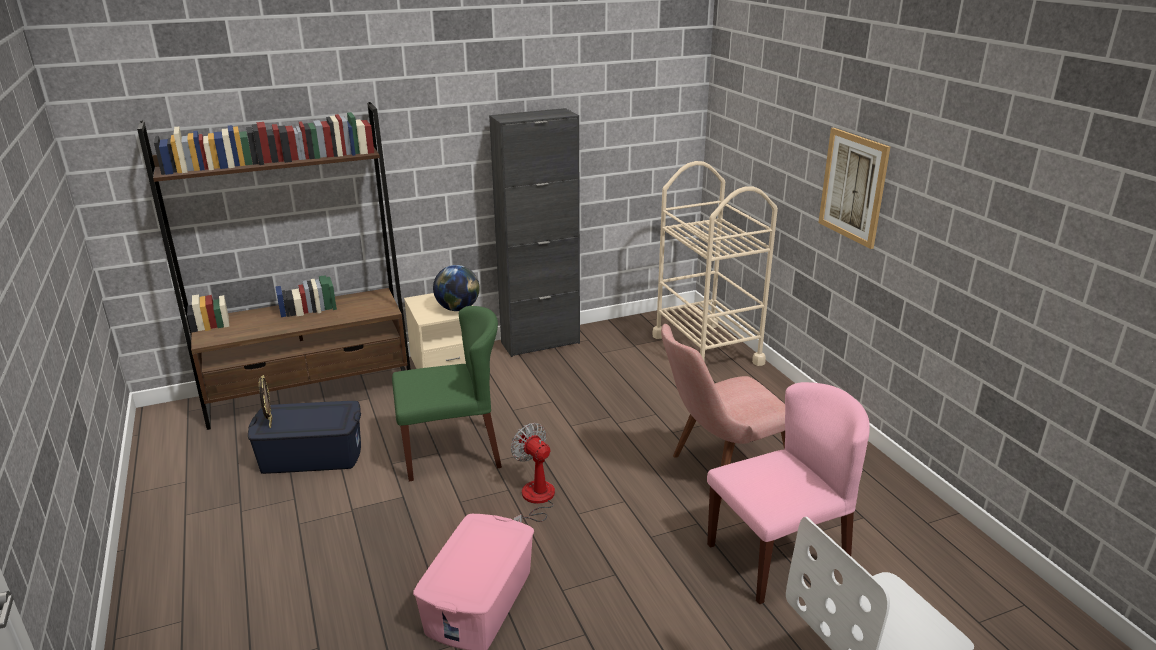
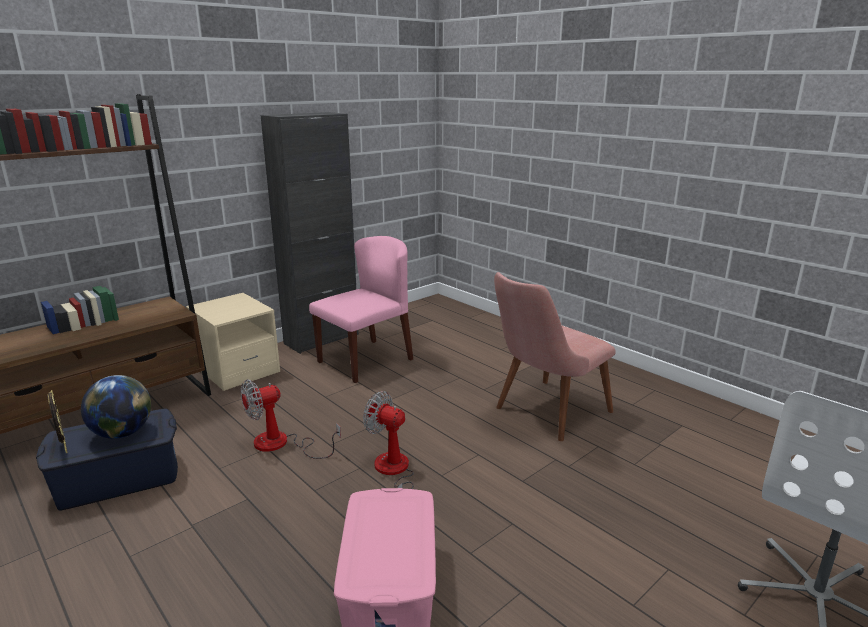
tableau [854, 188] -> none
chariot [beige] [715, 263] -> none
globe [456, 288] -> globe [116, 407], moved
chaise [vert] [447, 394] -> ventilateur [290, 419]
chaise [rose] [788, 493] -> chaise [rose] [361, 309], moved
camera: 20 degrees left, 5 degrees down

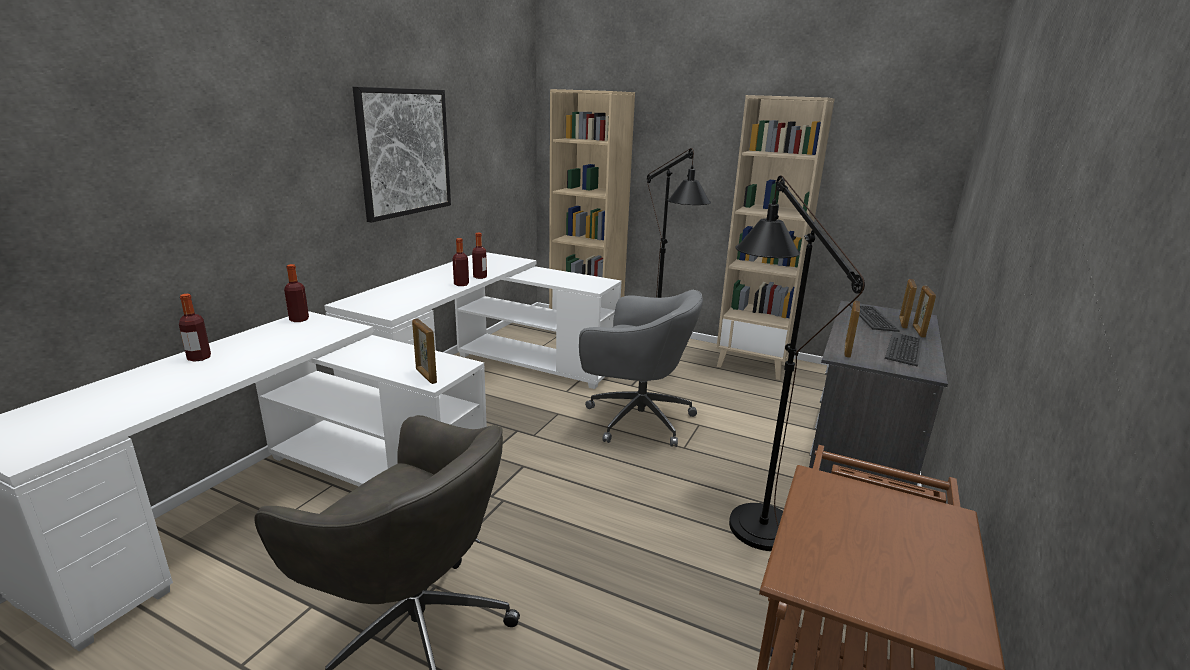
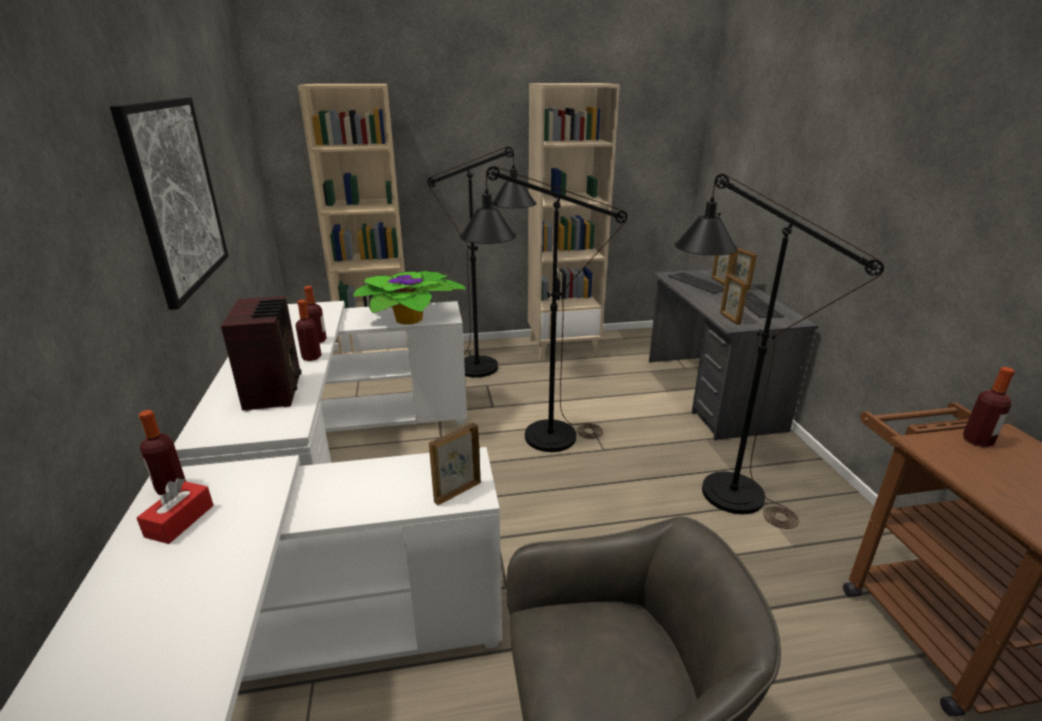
chaise de bureau [gris] [641, 368] -> lampadaire [noir] [543, 309]
bouteille [195, 328] -> bouteille [989, 407], moved
cadre photo [424, 351] -> cadre photo [455, 464], 120 degrees clockwise
none -> plante en pot [409, 298]
none -> radio [261, 353]
none -> boîte à mouchoirs [rouge] [175, 511]
camera: 35 degrees left, 5 degrees up

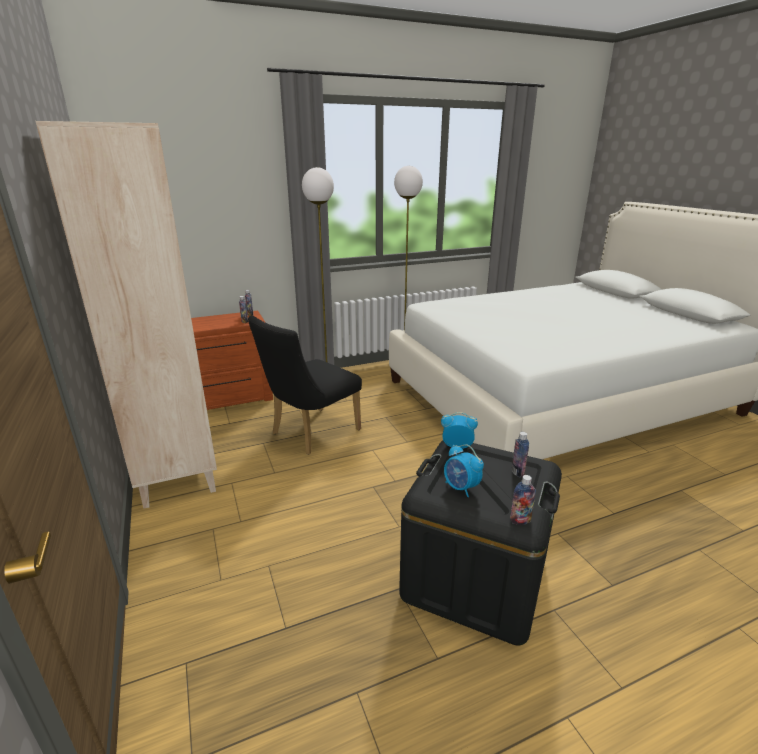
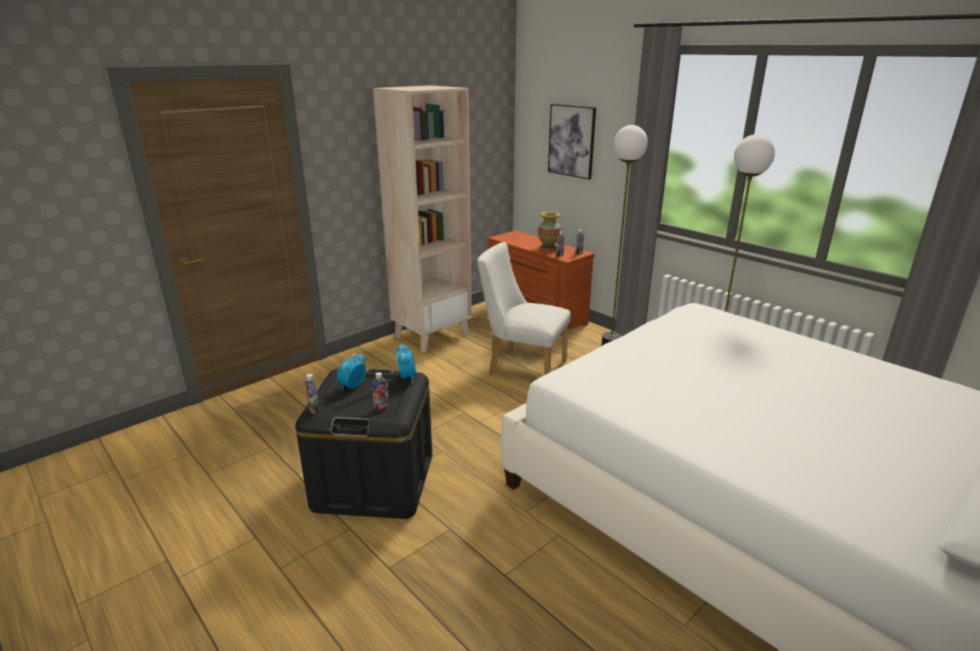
chaise [noir] [305, 385] -> chaise [blanc] [524, 308]
none -> tableau [572, 142]
none -> vase [550, 231]
camera: 70 degrees right, 0 degrees up

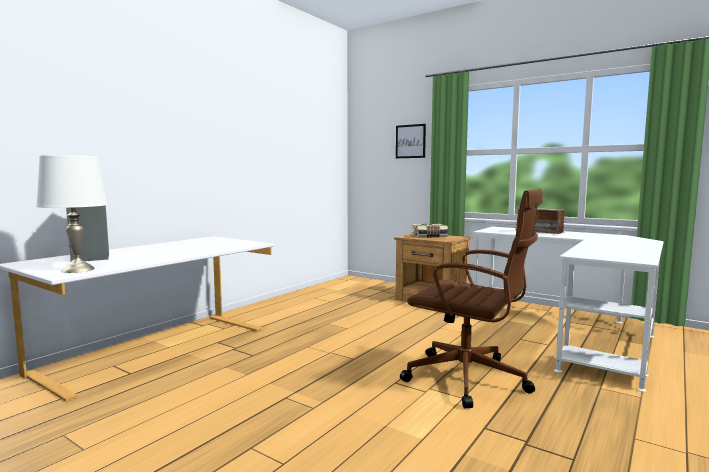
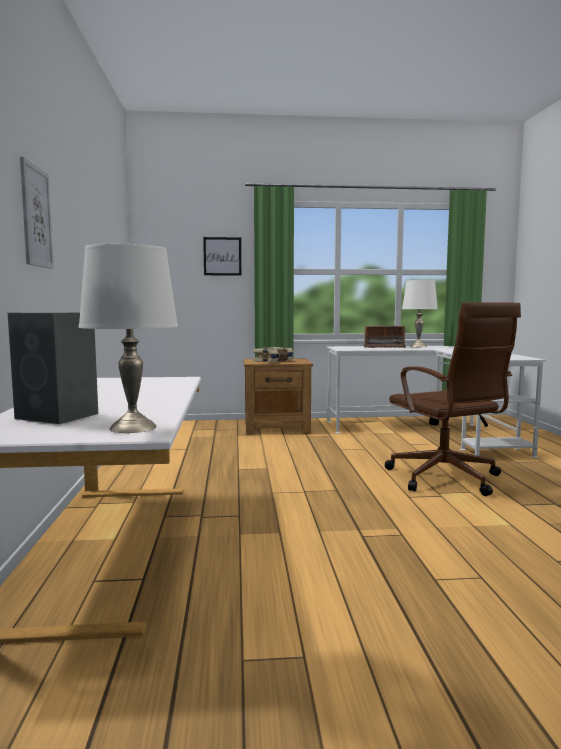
chaise de bureau [marron] [471, 298] -> chaise de bureau [marron] [453, 399], 75 degrees clockwise
none -> tableau [37, 213]
none -> lampe de table [blanc] [420, 313]
camera: 40 degrees left, 0 degrees up

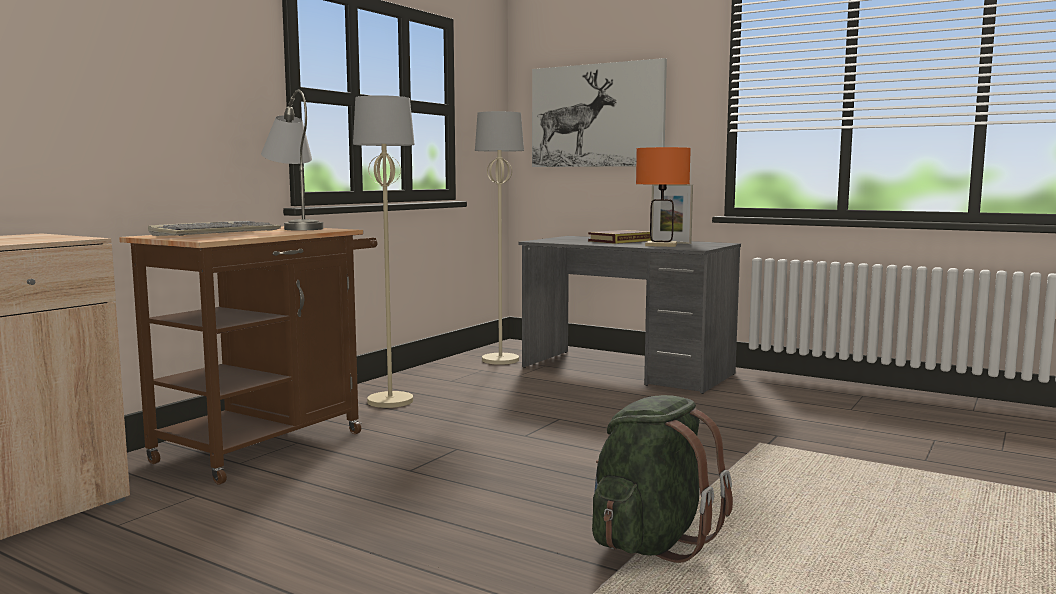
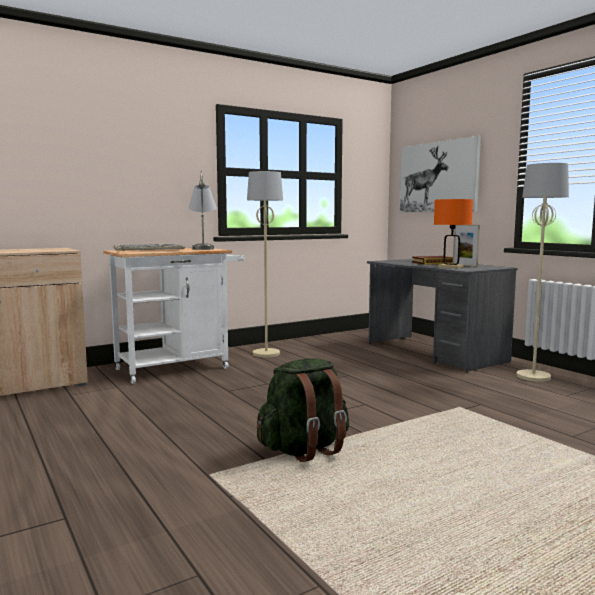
lampadaire [beige] [499, 238] -> lampadaire [beige] [543, 272], moved
chariot [marron] [248, 355] -> chariot [blanc] [174, 316]
camera: 25 degrees right, 0 degrees up

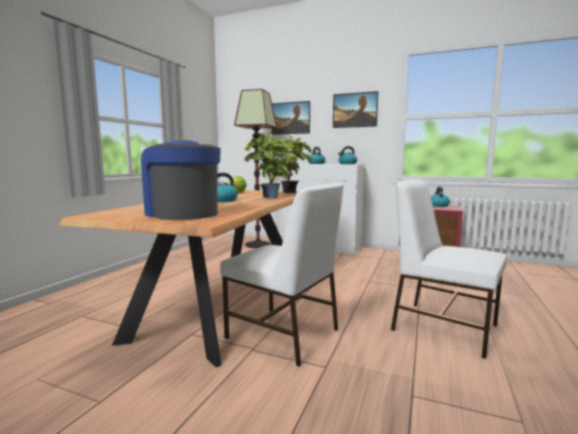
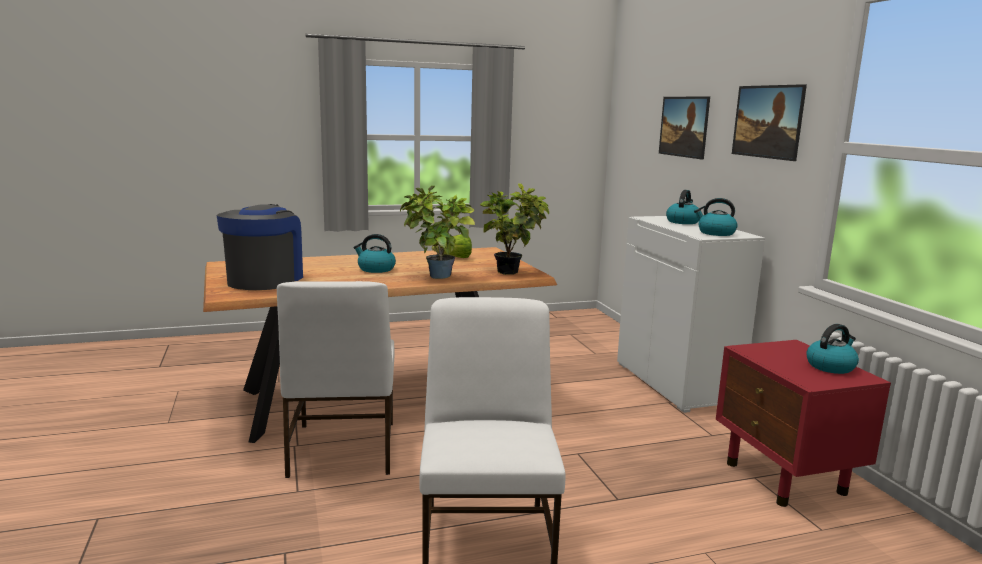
lampadaire [255, 168] -> none
camera: 50 degrees right, 5 degrees up

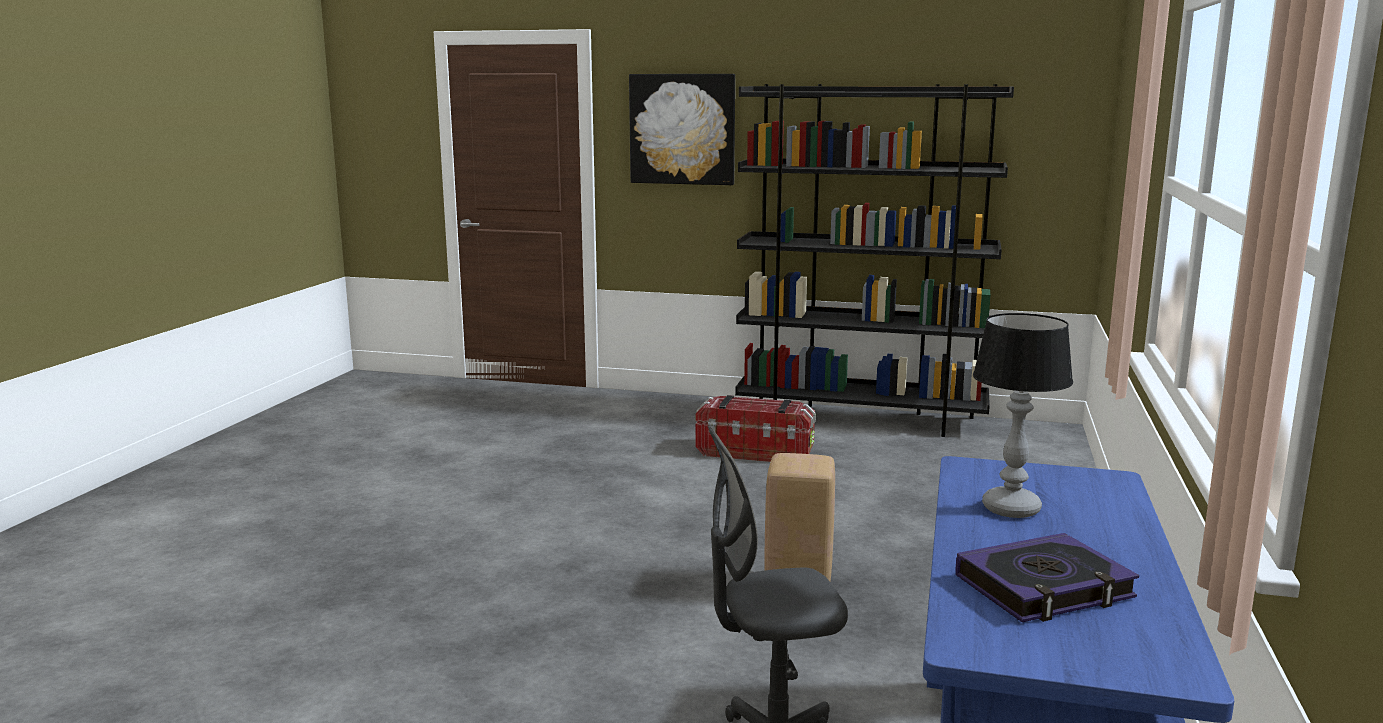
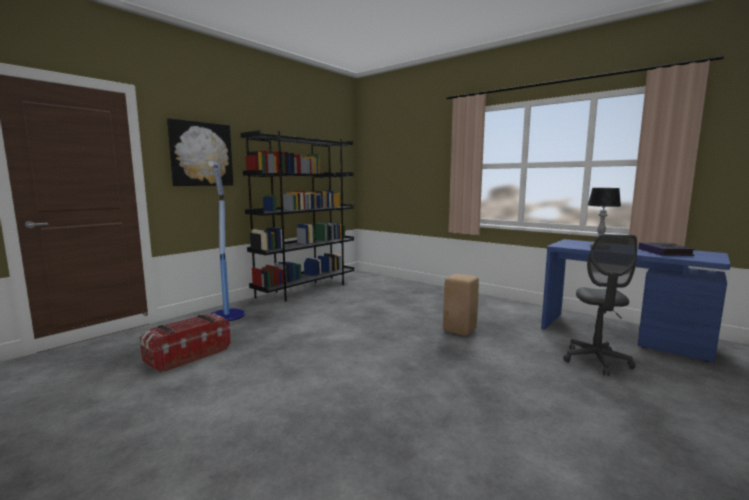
boîte de rangement [755, 428] -> boîte de rangement [185, 343], moved
none -> lampadaire [226, 240]
camera: 65 degrees left, 5 degrees down

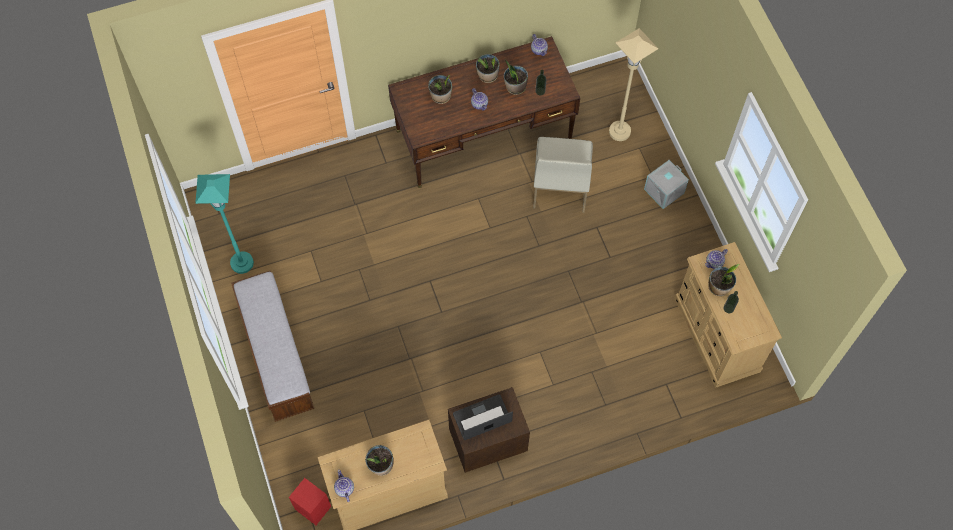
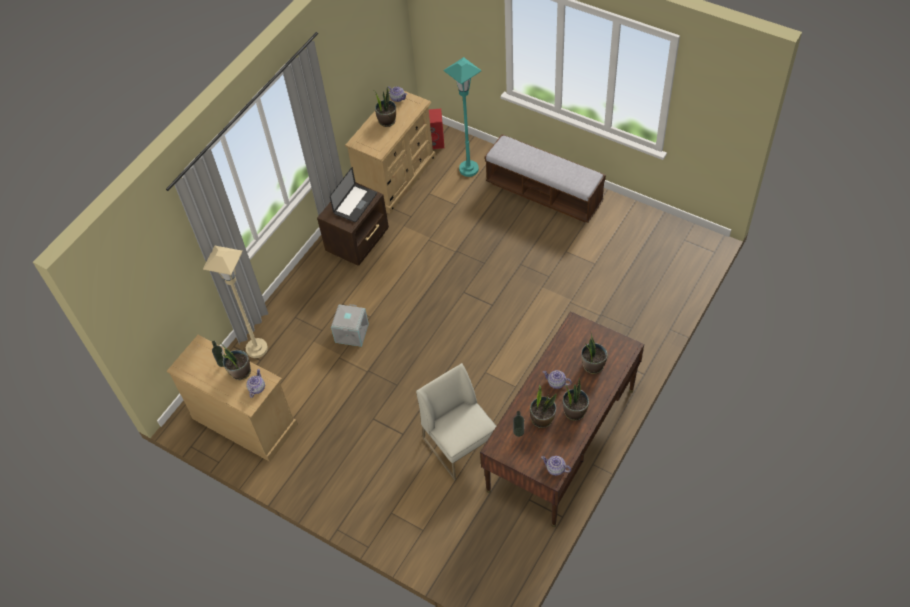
lampadaire [beige] [633, 84] -> lampadaire [beige] [235, 302], moved
boîte de rangement [gris] [666, 184] -> boîte de rangement [gris] [350, 325], moved
lampadaire [turquoise] [224, 224] -> lampadaire [turquoise] [462, 117], moved
camera: 145 degrees right, 10 degrees down

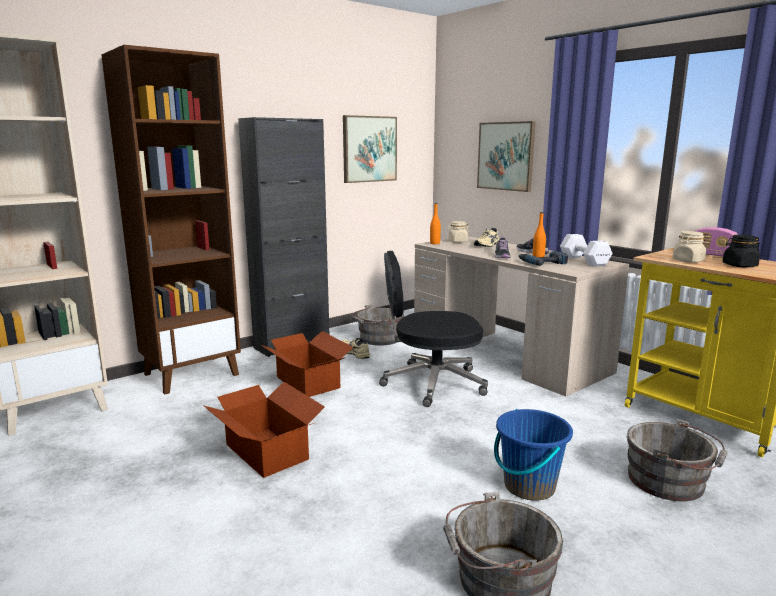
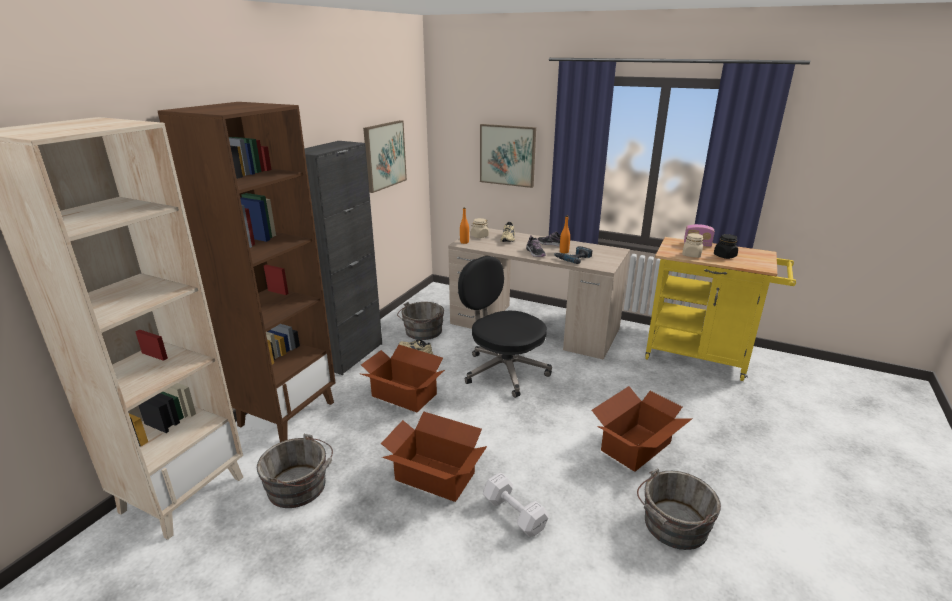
haltère [blanc] [586, 250] -> haltère [blanc] [515, 505], moved
chaise de bureau [noir] [433, 329] -> chaise de bureau [noir] [505, 327], 75 degrees clockwise
seau [bleu] [533, 455] -> carton [642, 429]
seau [gris] [677, 460] -> seau [gris] [295, 471], moved
camera: 25 degrees left, 10 degrees up

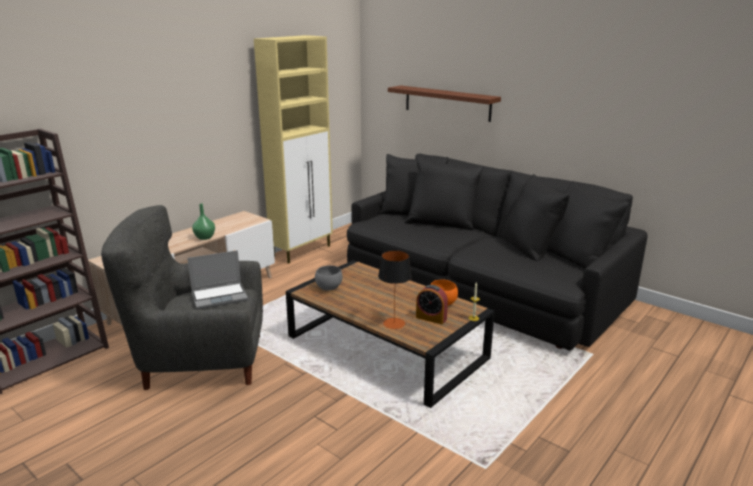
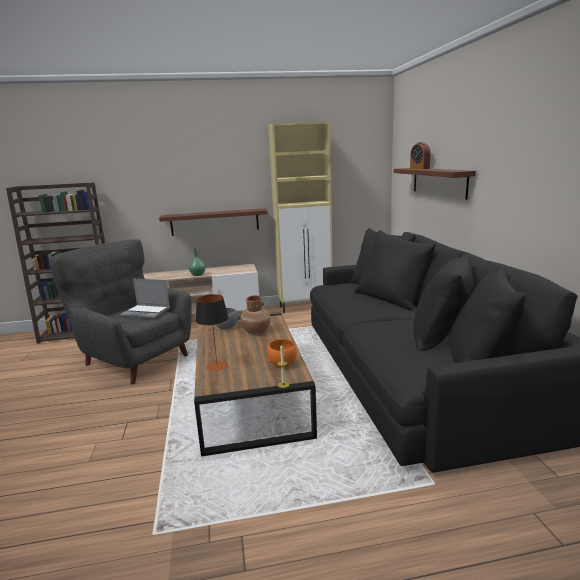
réveil [432, 304] -> réveil [420, 155], moved
none -> étagère [marron] [213, 222]
none -> vase [marron] [255, 314]
camera: 40 degrees right, 5 degrees down

